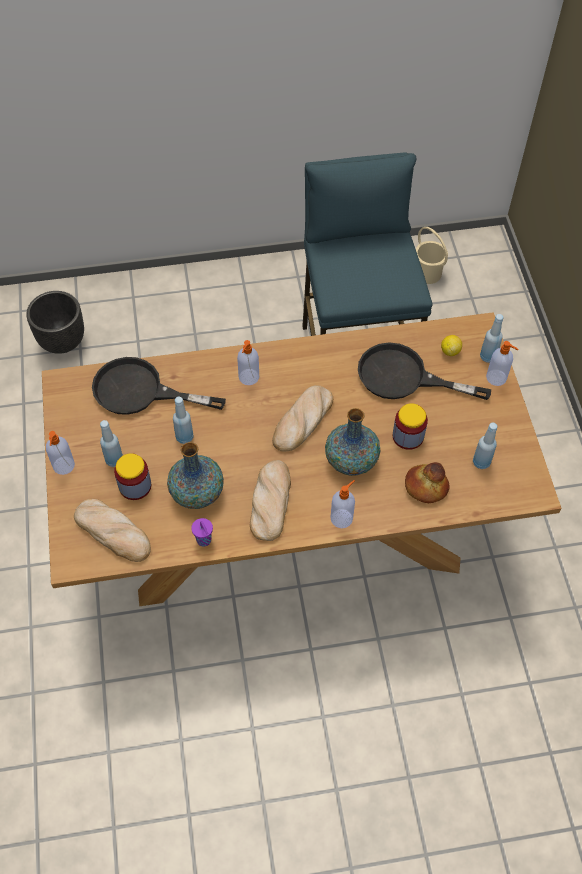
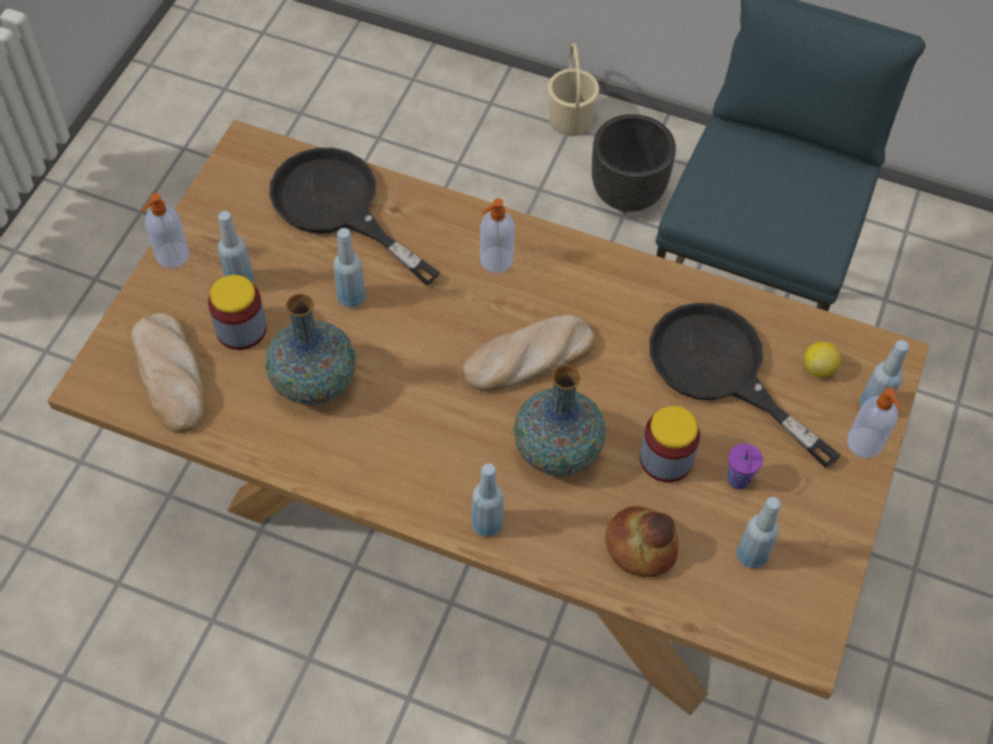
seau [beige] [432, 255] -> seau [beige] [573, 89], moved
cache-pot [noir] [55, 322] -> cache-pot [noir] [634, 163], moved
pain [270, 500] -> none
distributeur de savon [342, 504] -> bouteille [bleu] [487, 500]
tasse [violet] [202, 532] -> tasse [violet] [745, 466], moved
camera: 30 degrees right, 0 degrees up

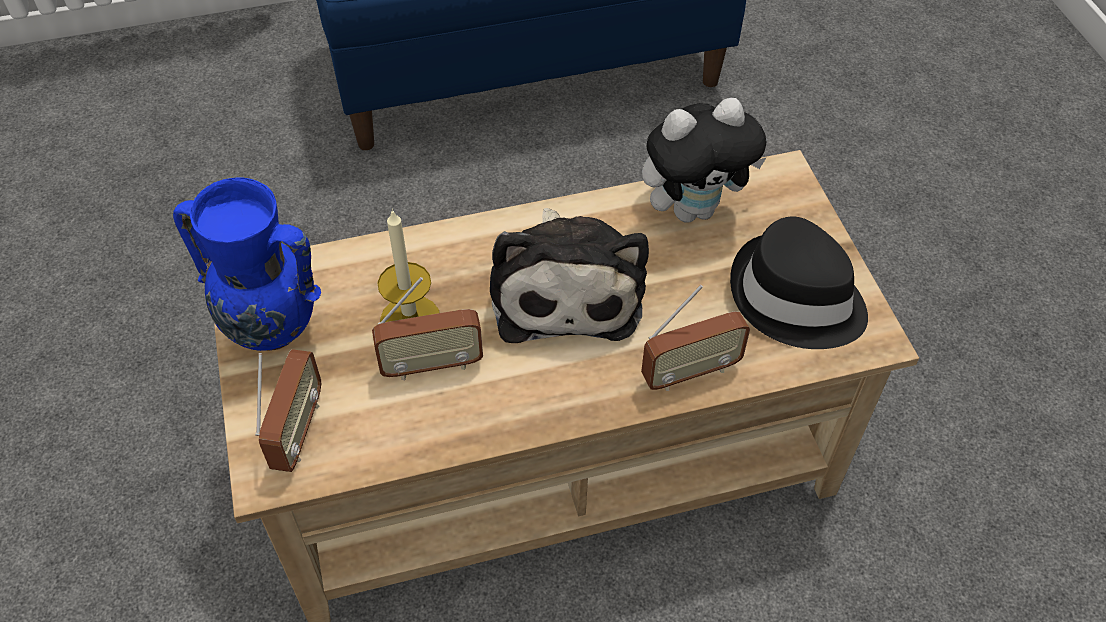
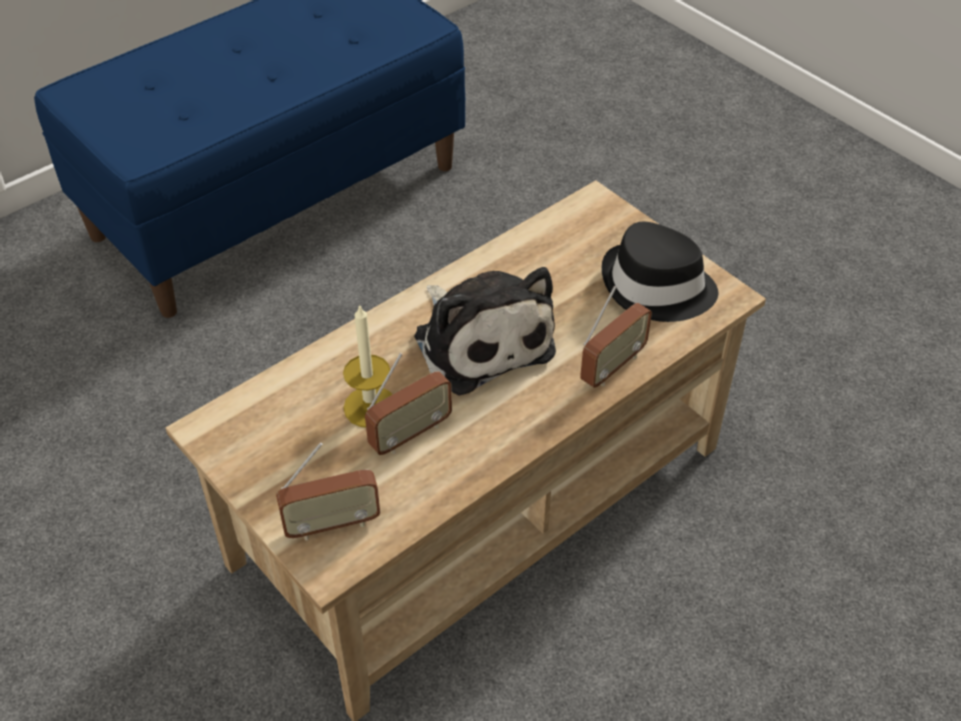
peluche [704, 160] -> none
vase [bleu] [247, 264] -> none
radio [288, 410] -> radio [328, 491], 90 degrees clockwise
camera: 25 degrees left, 5 degrees down

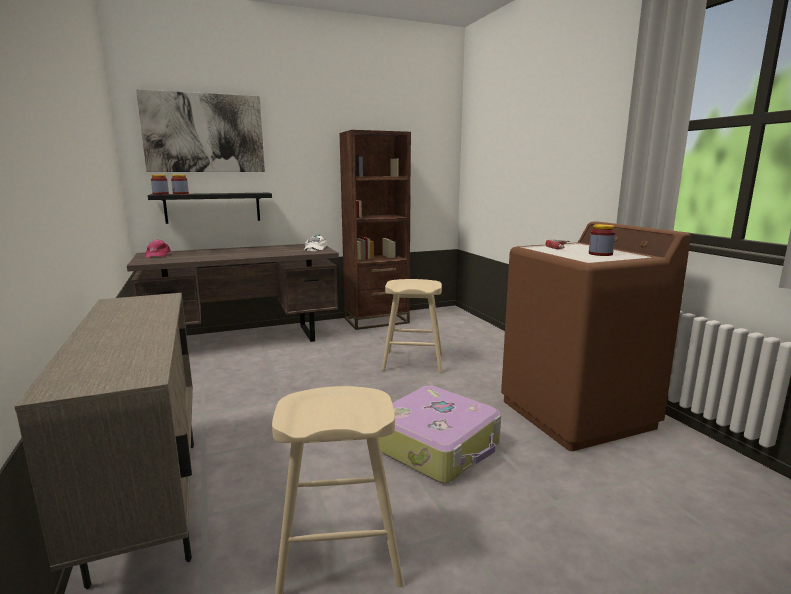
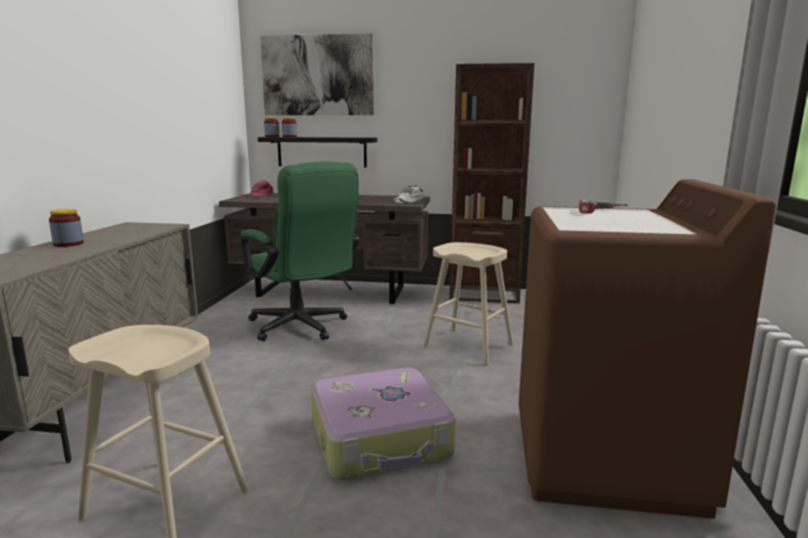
bocal [602, 240] -> bocal [66, 228], moved
none -> chaise de bureau [vert] [300, 251]
camera: 30 degrees right, 0 degrees up

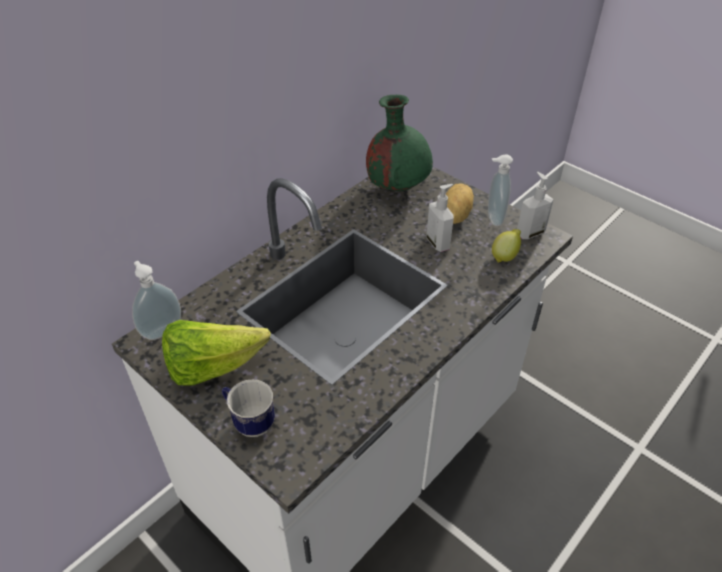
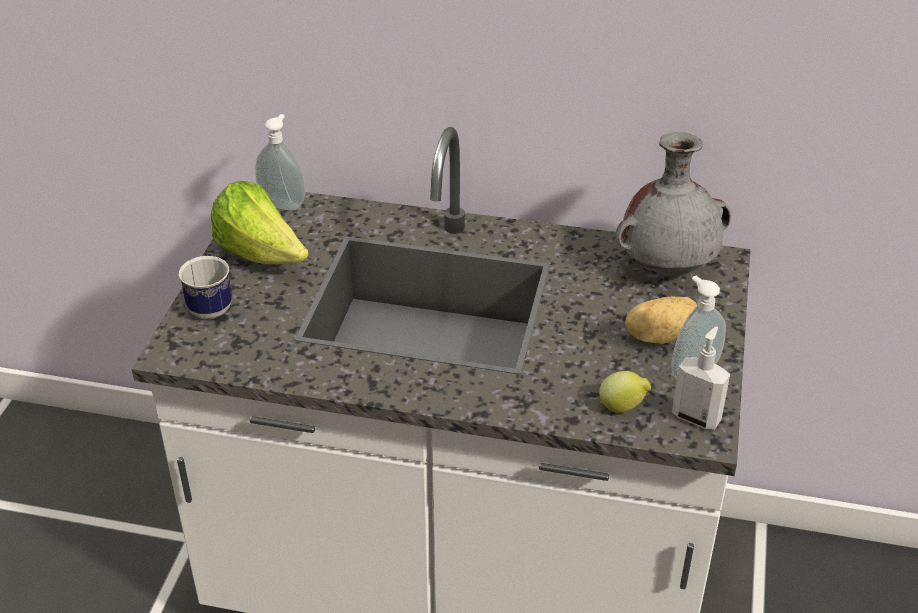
vase [vert] [399, 143] -> vase [gris] [673, 204]
distributeur de savon [440, 218] -> none
camera: 60 degrees right, 5 degrees down

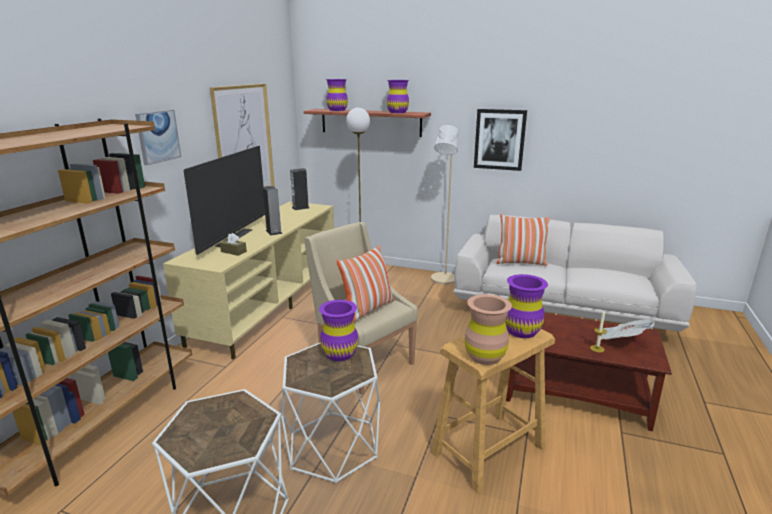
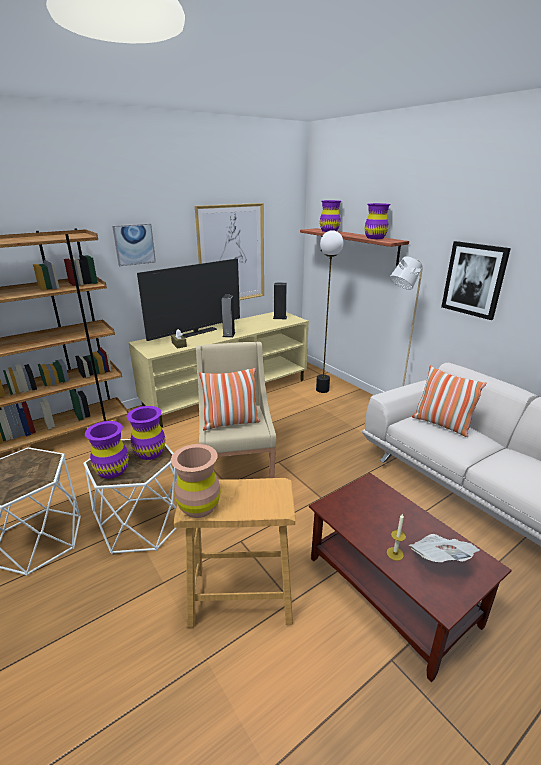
vase [violet] [526, 306] -> vase [violet] [107, 450], moved
camera: 35 degrees right, 5 degrees up

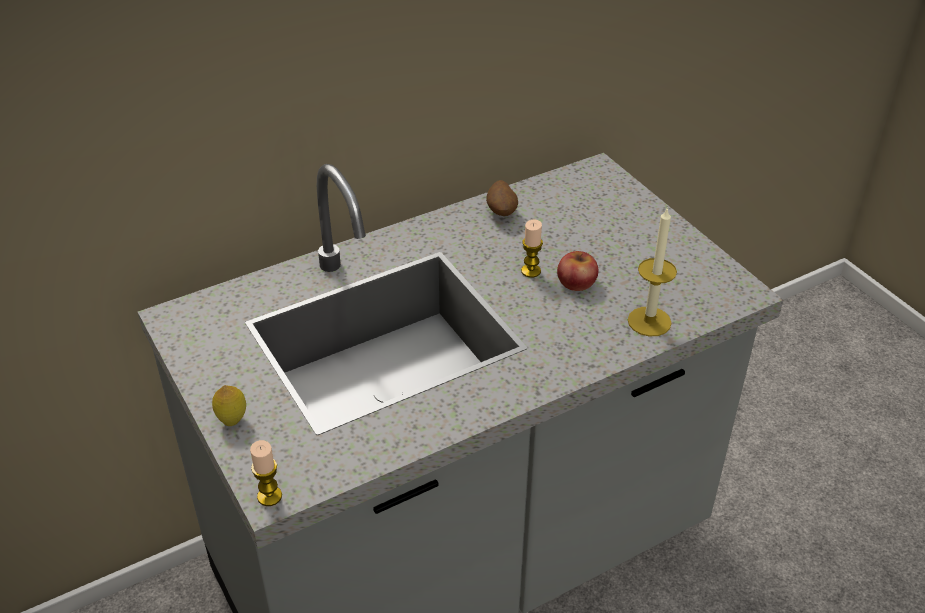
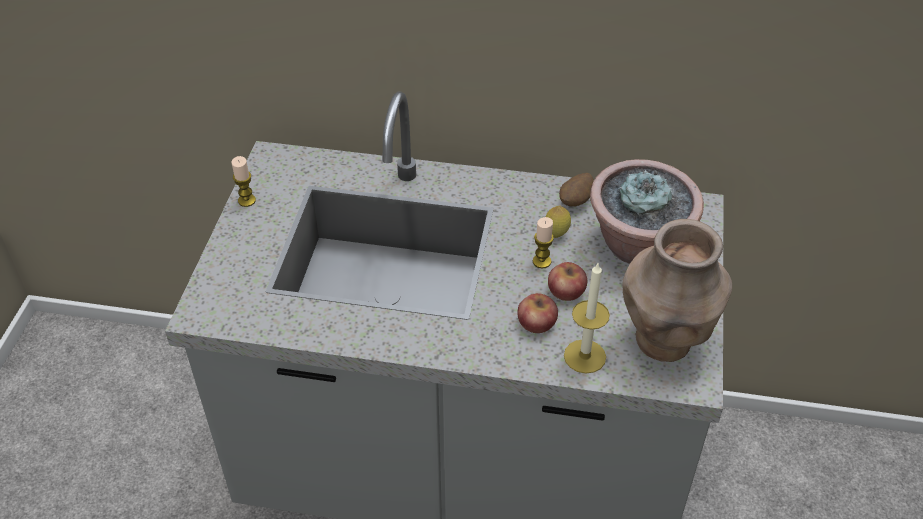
citron [229, 405] -> citron [558, 221], moved
bougie [266, 473] -> bougie [244, 181], moved
none -> plante en pot [647, 211]
none -> vase [marron] [677, 290]
none -> pomme [538, 313]
camera: 40 degrees right, 5 degrees up

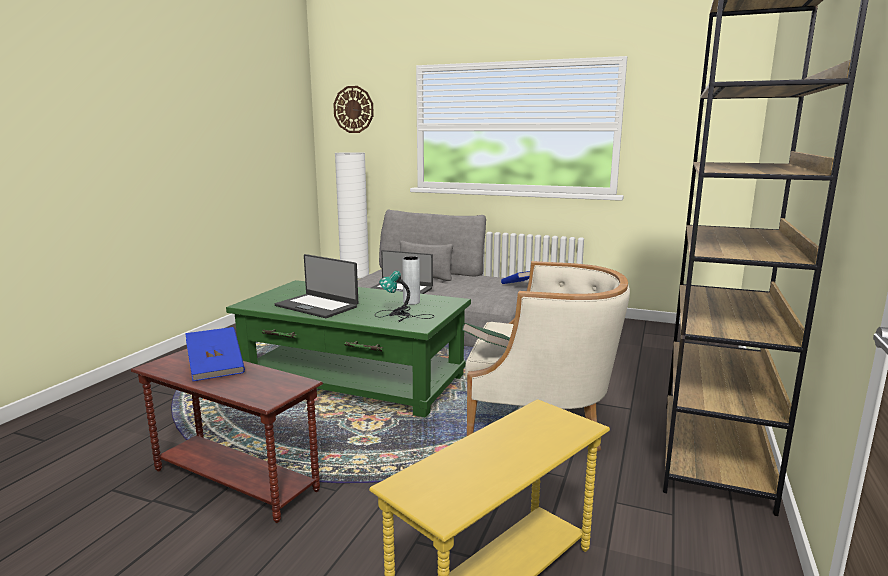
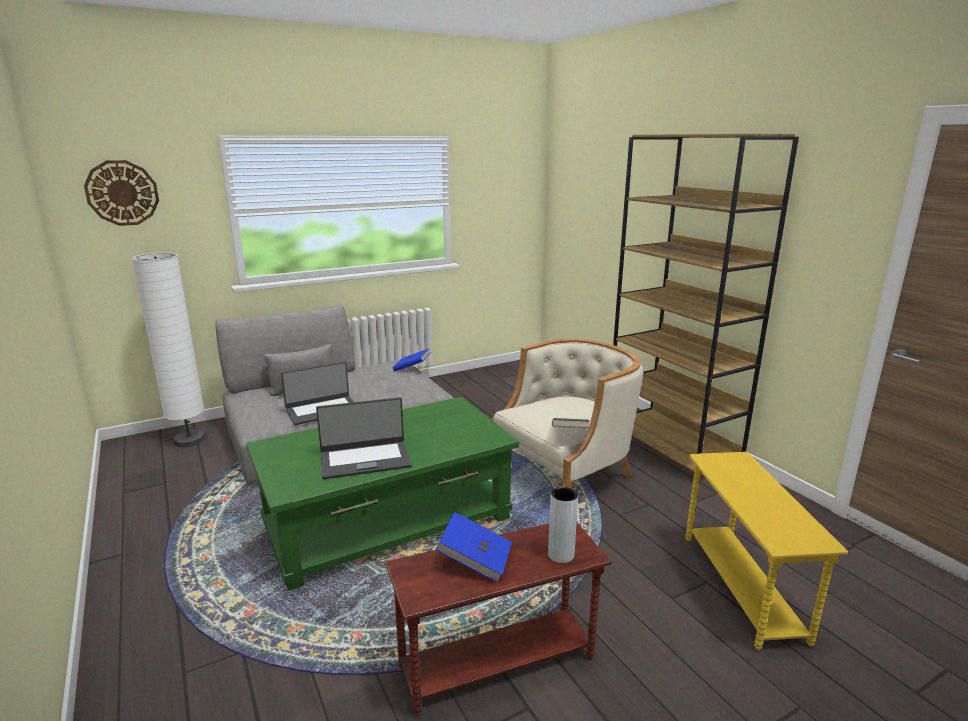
vase [gris] [411, 280] -> vase [gris] [563, 525], moved
lampe de table [404, 296] -> none
camera: 50 degrees left, 5 degrees up

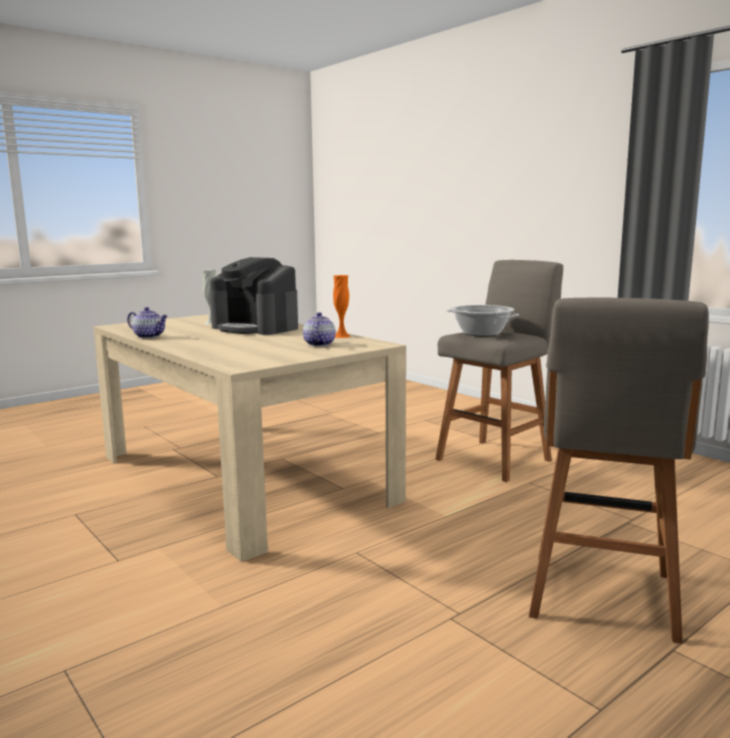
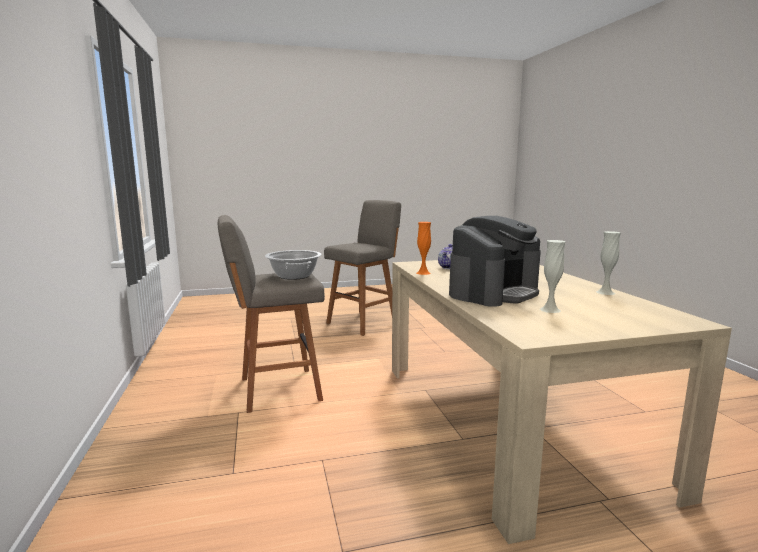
machine à café [254, 296] -> machine à café [495, 261], 75 degrees clockwise
théière [147, 322] -> vase [blanc] [608, 263]
camera: 155 degrees left, 0 degrees up

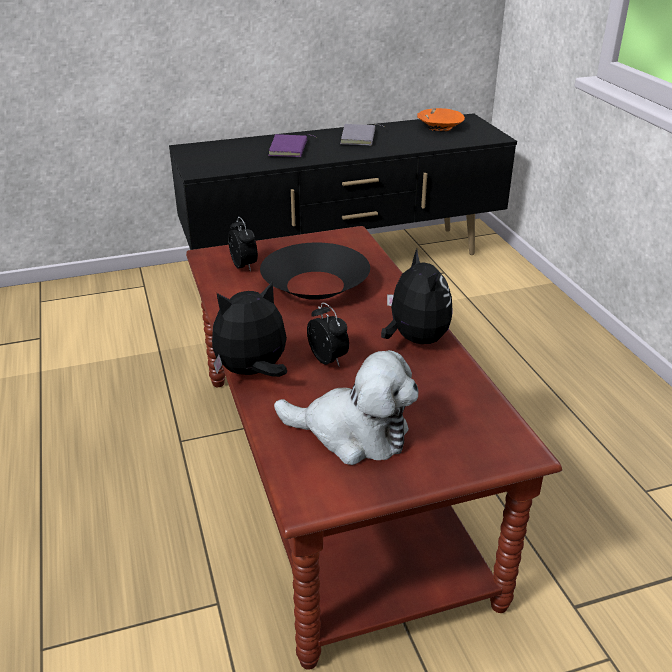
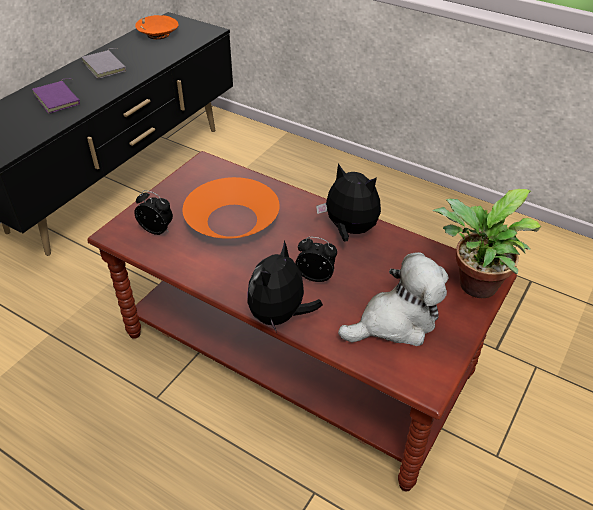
bol [noir] [315, 271] -> bol [orange] [231, 208]
none -> plante en pot [486, 243]
camera: 40 degrees left, 10 degrees up

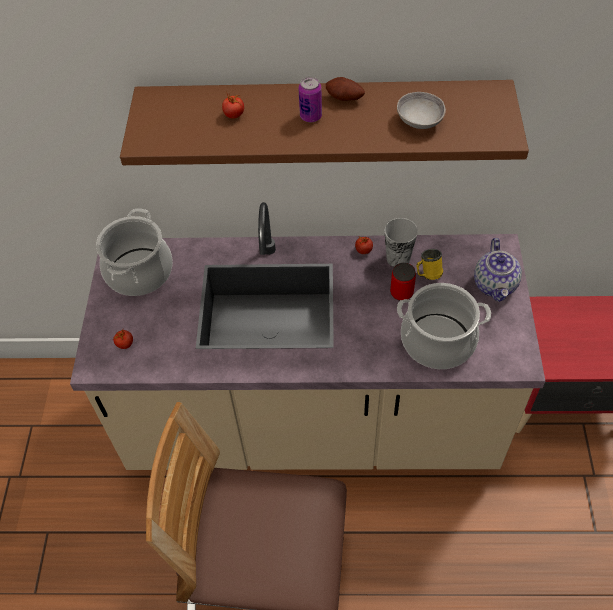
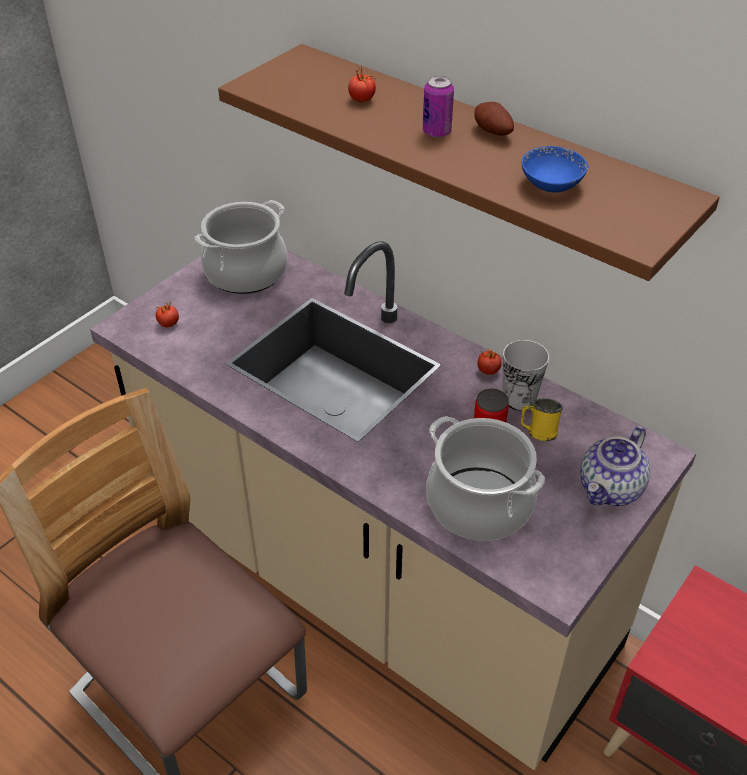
bol [gris] [421, 110] -> bol [bleu] [555, 169]
camera: 35 degrees right, 10 degrees down

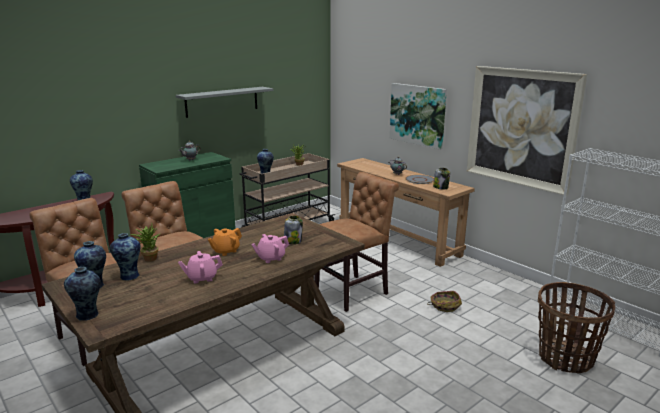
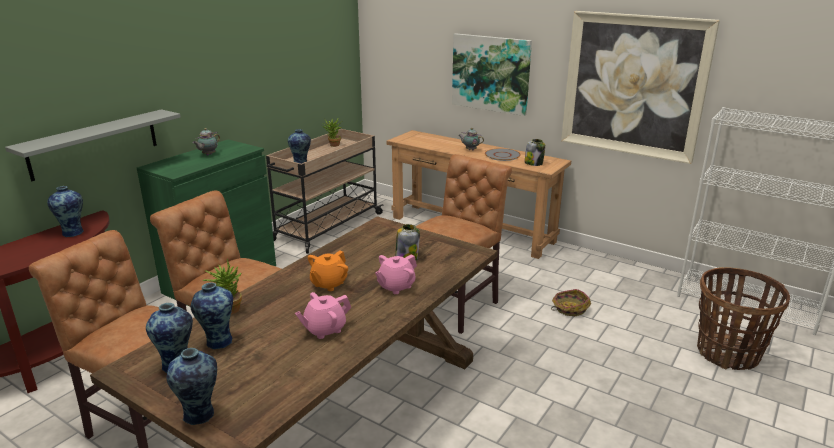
étagère [gris] [224, 102] -> étagère [gris] [93, 145], moved
camera: 15 degrees left, 5 degrees up

